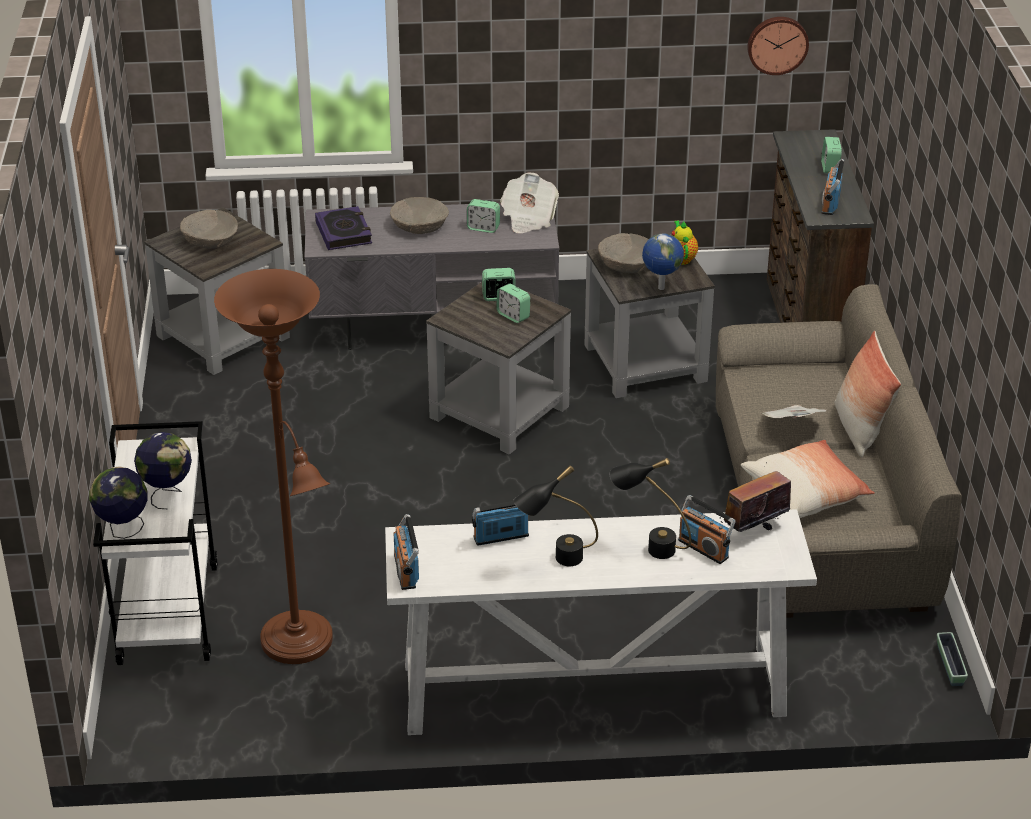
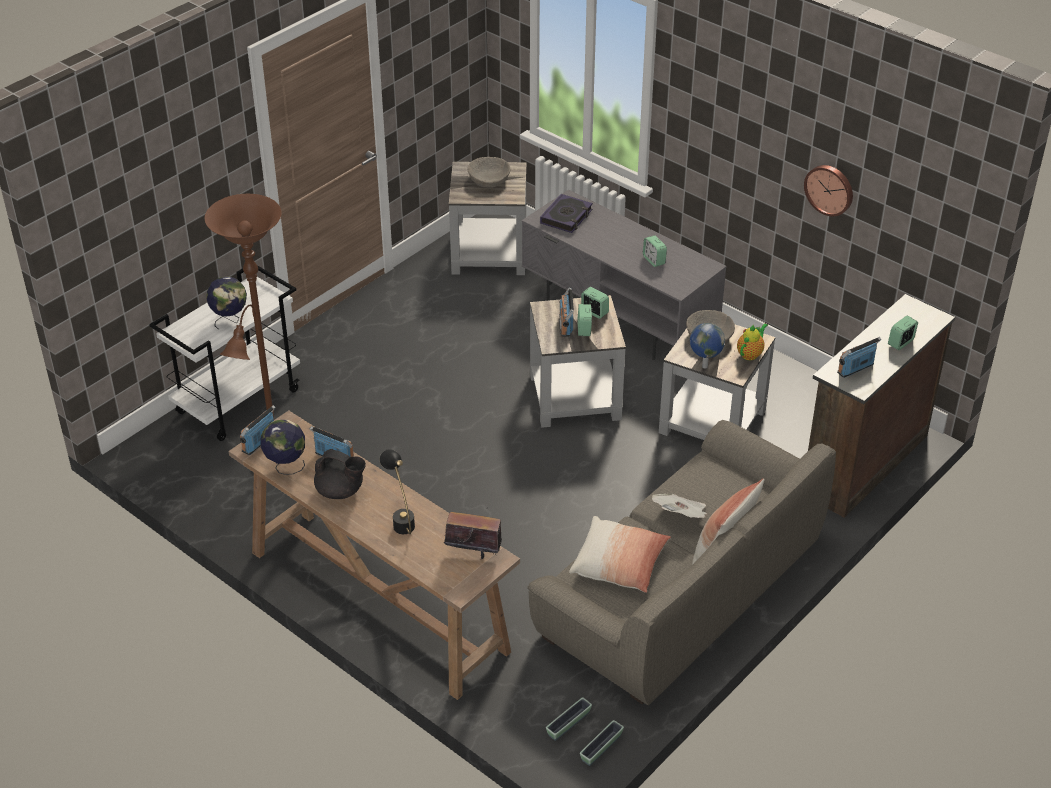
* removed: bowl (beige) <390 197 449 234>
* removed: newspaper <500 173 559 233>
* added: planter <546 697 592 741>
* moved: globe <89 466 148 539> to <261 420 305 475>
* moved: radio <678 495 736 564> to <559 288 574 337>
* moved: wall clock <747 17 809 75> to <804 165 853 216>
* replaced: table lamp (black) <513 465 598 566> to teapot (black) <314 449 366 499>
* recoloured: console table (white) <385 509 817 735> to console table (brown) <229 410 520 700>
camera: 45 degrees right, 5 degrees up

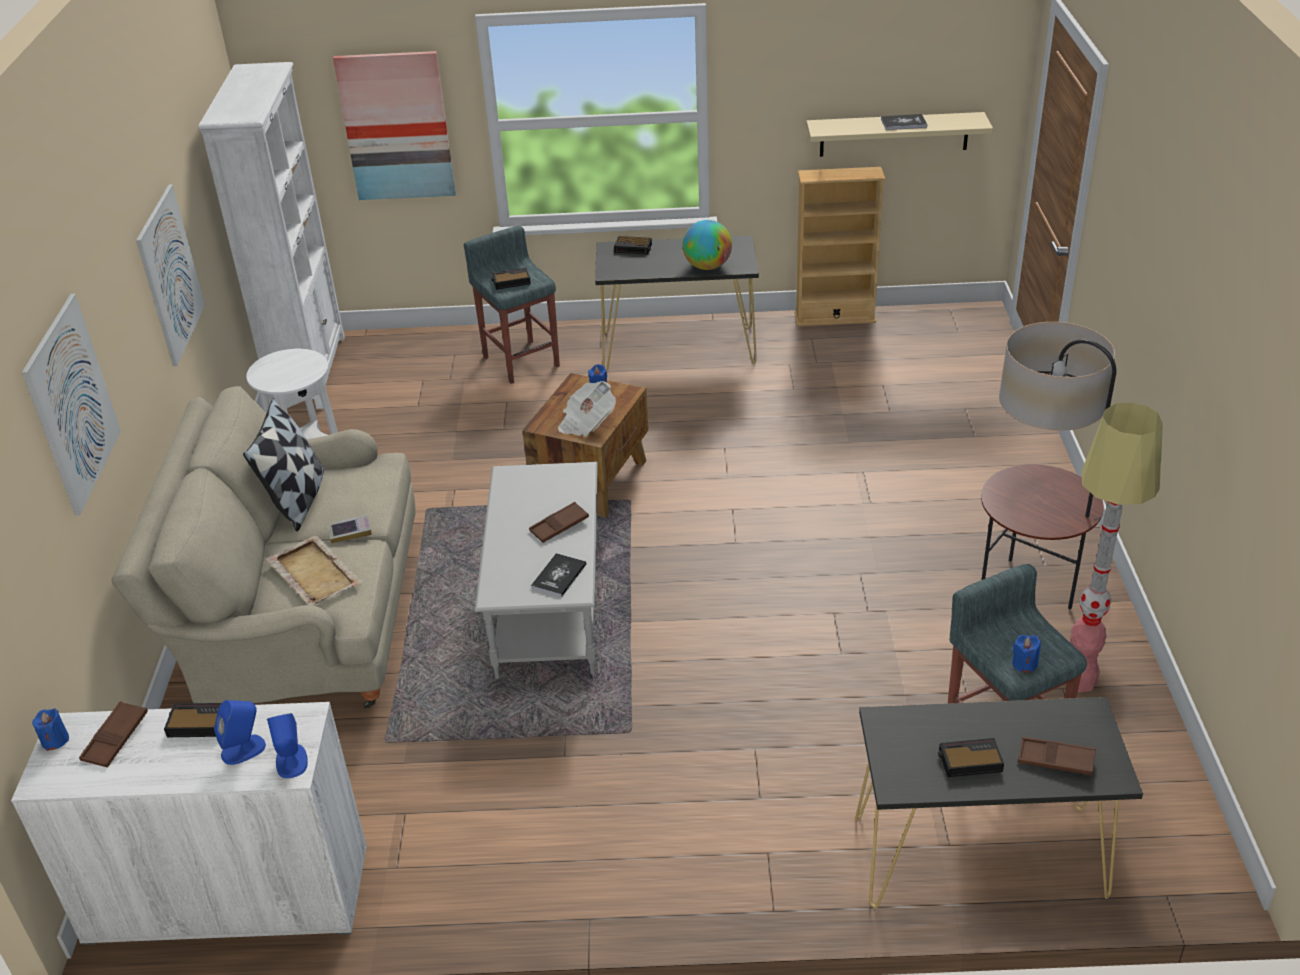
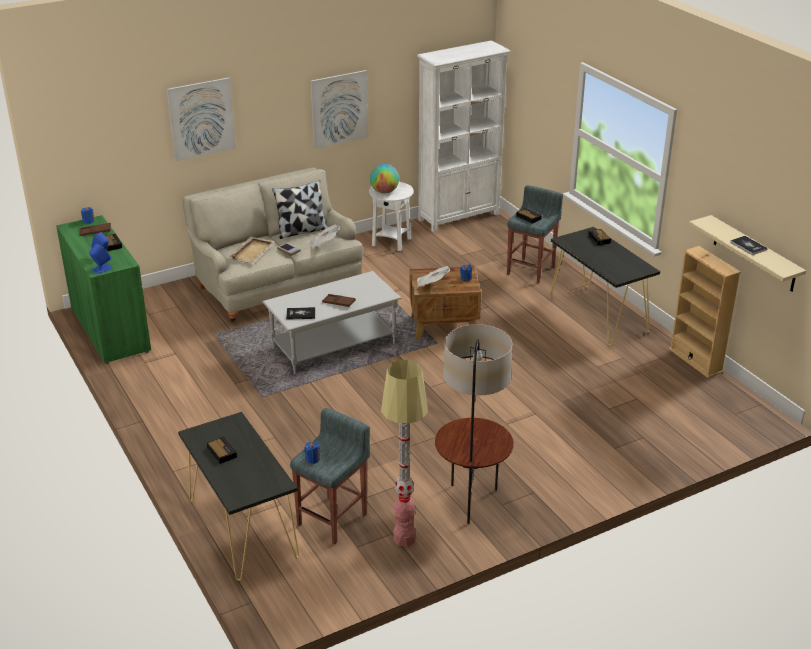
* removed: picture <333 51 456 200>
* removed: tray (brown) <1018 737 1096 775>
* added: newspaper <307 225 340 248>
* moved: globe <683 220 732 270> to <370 164 399 193>
* recoloured: cabinet (white) <11 702 367 945> to cabinet (green) <56 215 151 365>
camera: 60 degrees right, 5 degrees down

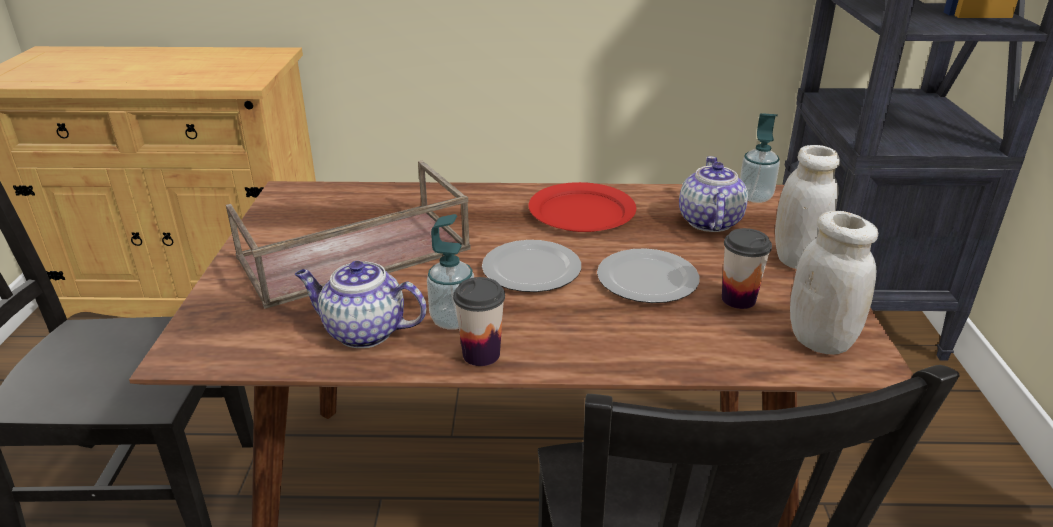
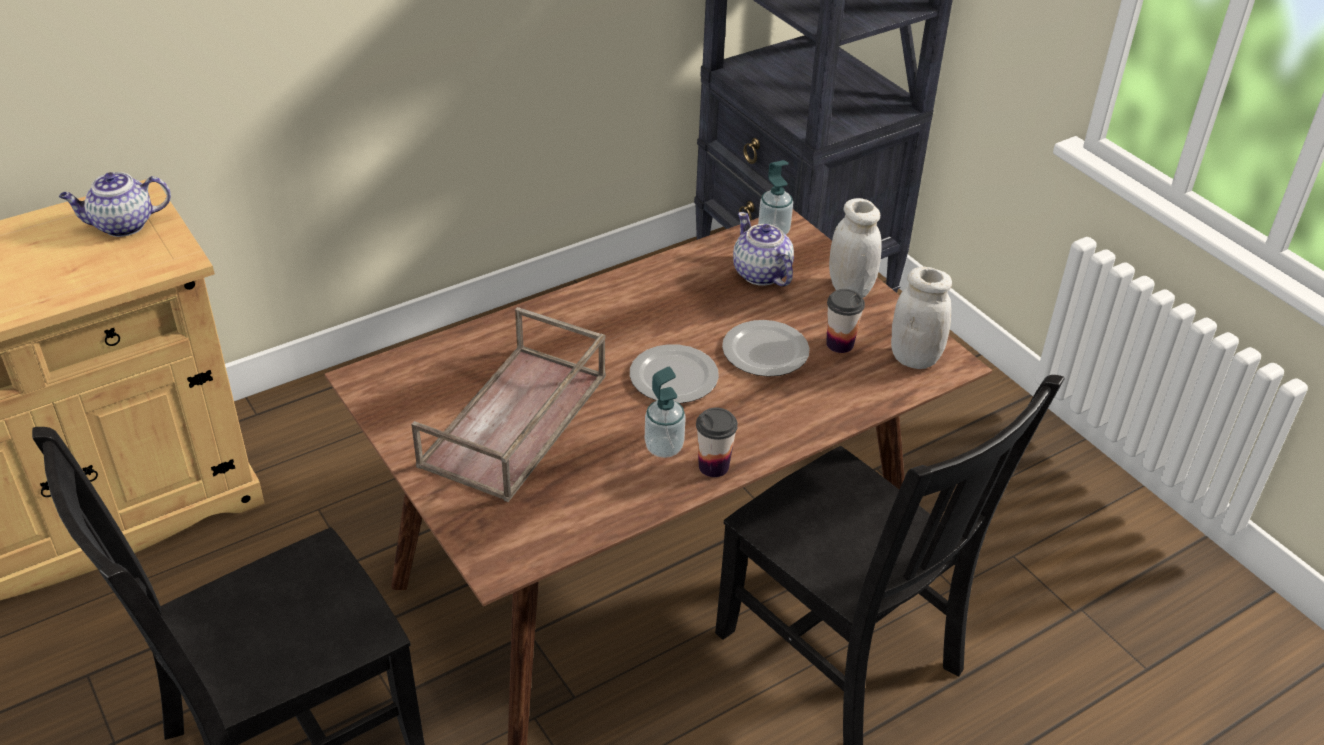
* removed: plate (red) <528 182 636 232>
* moved: teapot <295 261 426 348> to <59 172 171 237>
camera: 35 degrees left, 10 degrees up

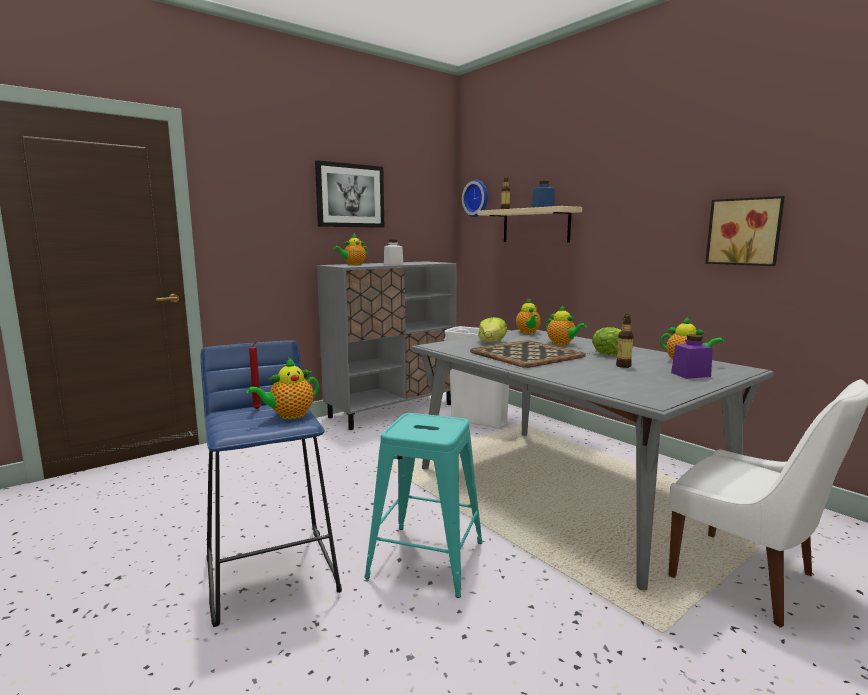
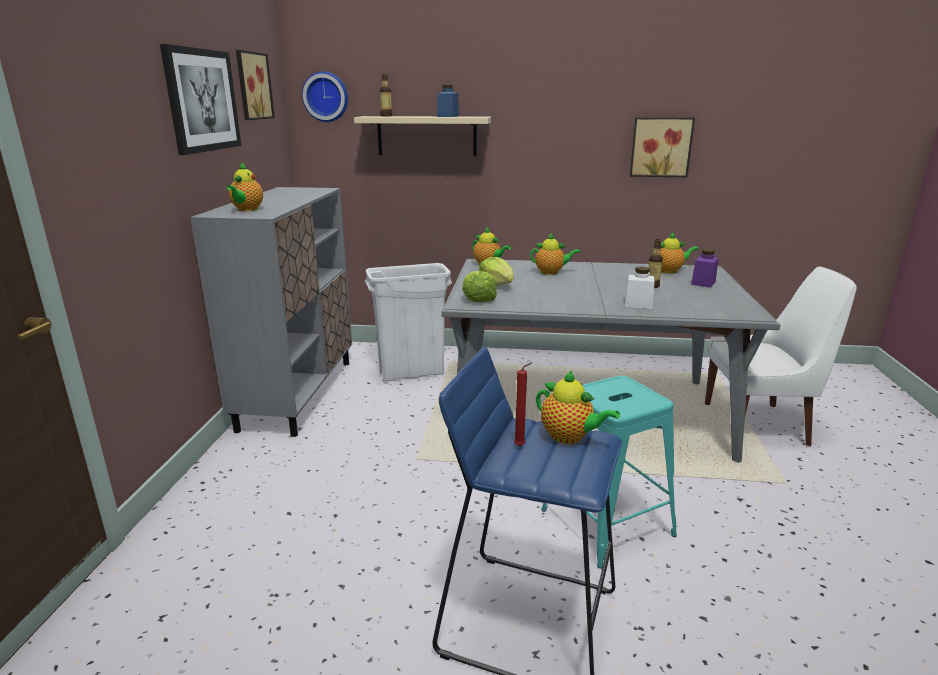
* removed: tray <470 340 586 368>
* added: picture <236 50 275 120>
* moved: jar (white) <384 240 403 265> to <625 267 655 309>
* moved: lettuce <592 327 621 356> to <462 271 497 302>
* turned: teapot <246 358 319 419> = <536 371 620 444> 60 degrees counterclockwise
camera: 45 degrees left, 10 degrees up

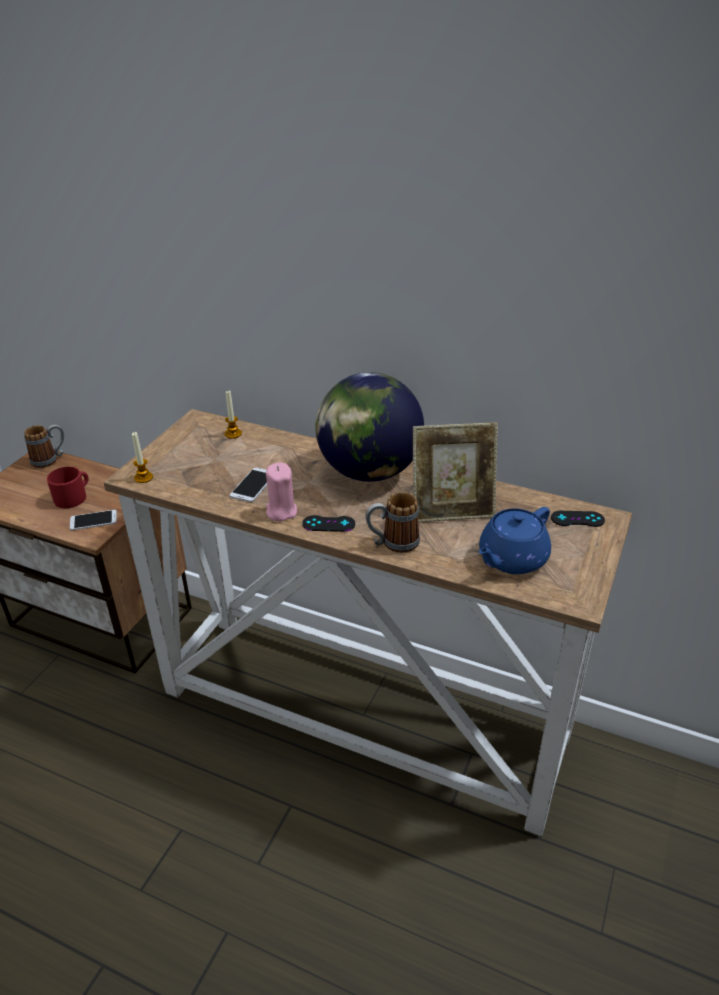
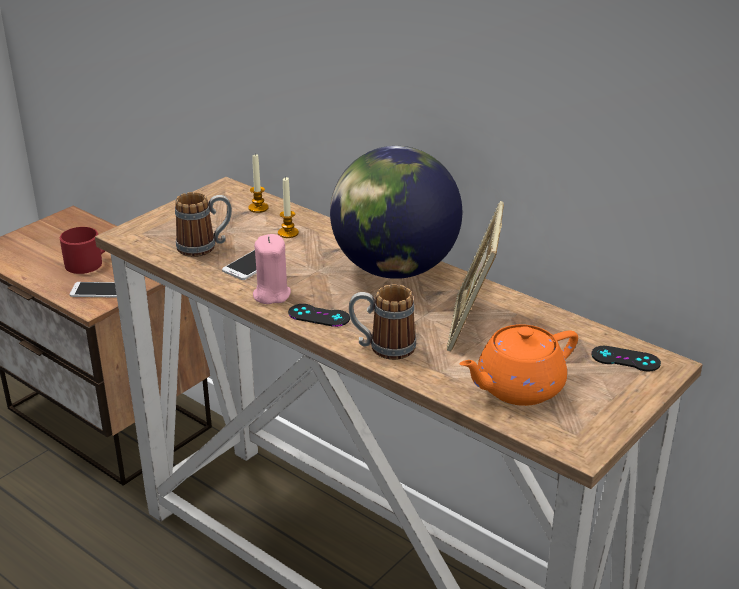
* moved: mug <24 425 64 468> to <175 192 232 257>
* moved: candle <132 432 153 483> to <278 177 299 238>
* recoloured: teapot (blue) <479 507 551 574> to teapot (orange) <459 324 578 406>
* turned: picture frame <413 423 498 523> = <446 201 504 351> 90 degrees clockwise
camera: 15 degrees right, 5 degrees down

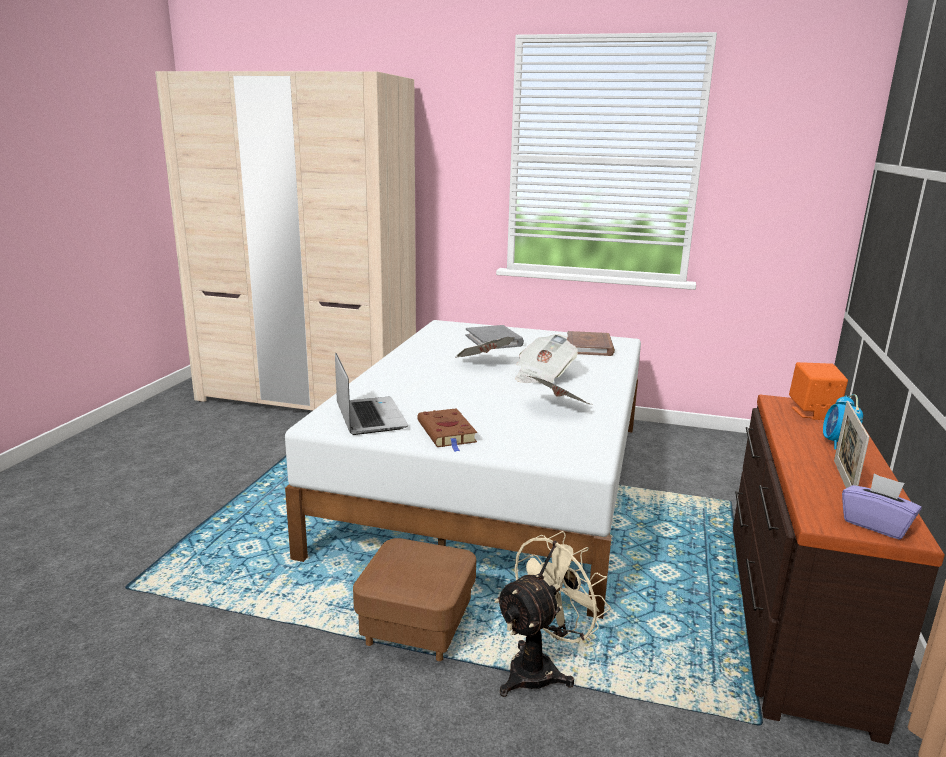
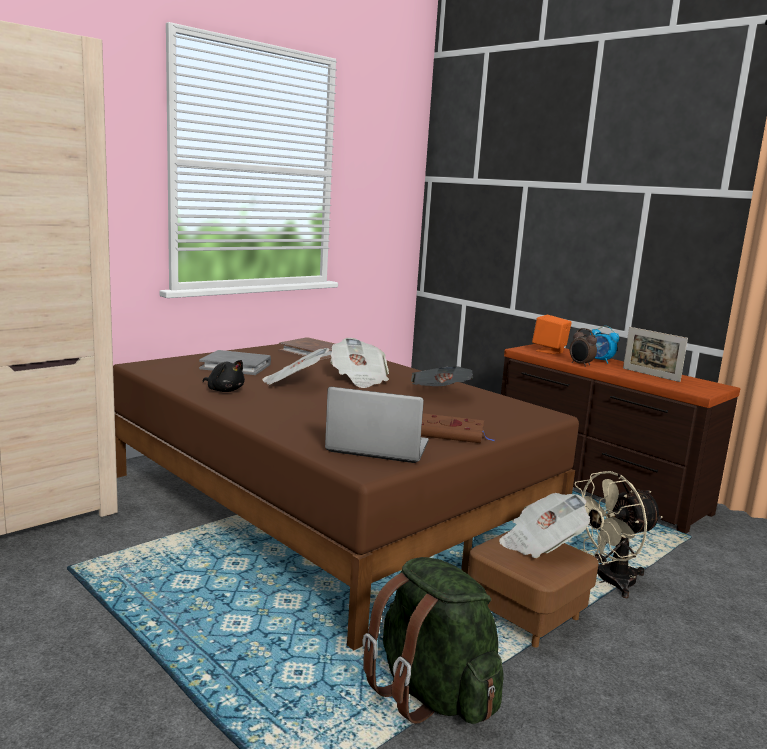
* removed: tissue box (purple) <842 474 922 540>
* added: plush toy (black) <202 360 245 392>
* added: backpack (green) <362 557 503 724>
* added: newspaper <499 493 590 558>
* added: alarm clock <570 328 597 367>
* recoloured: bed (white) <285 320 641 619> to bed (brown) <113 344 579 650>
* turned: fan (beige) <494 531 611 697> = <575 471 663 598> 105 degrees counterclockwise
camera: 60 degrees left, 5 degrees down

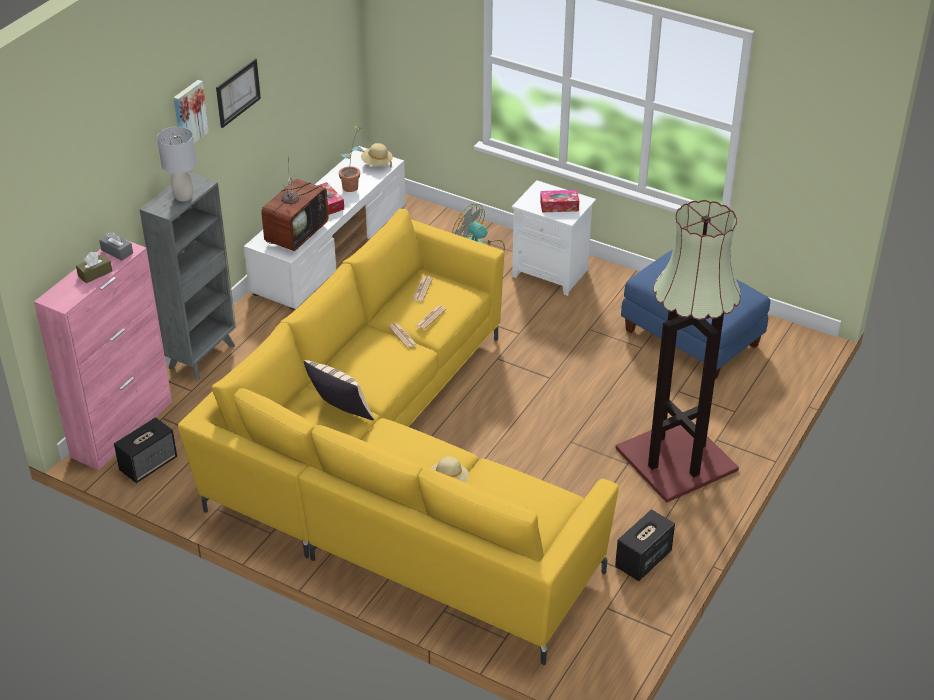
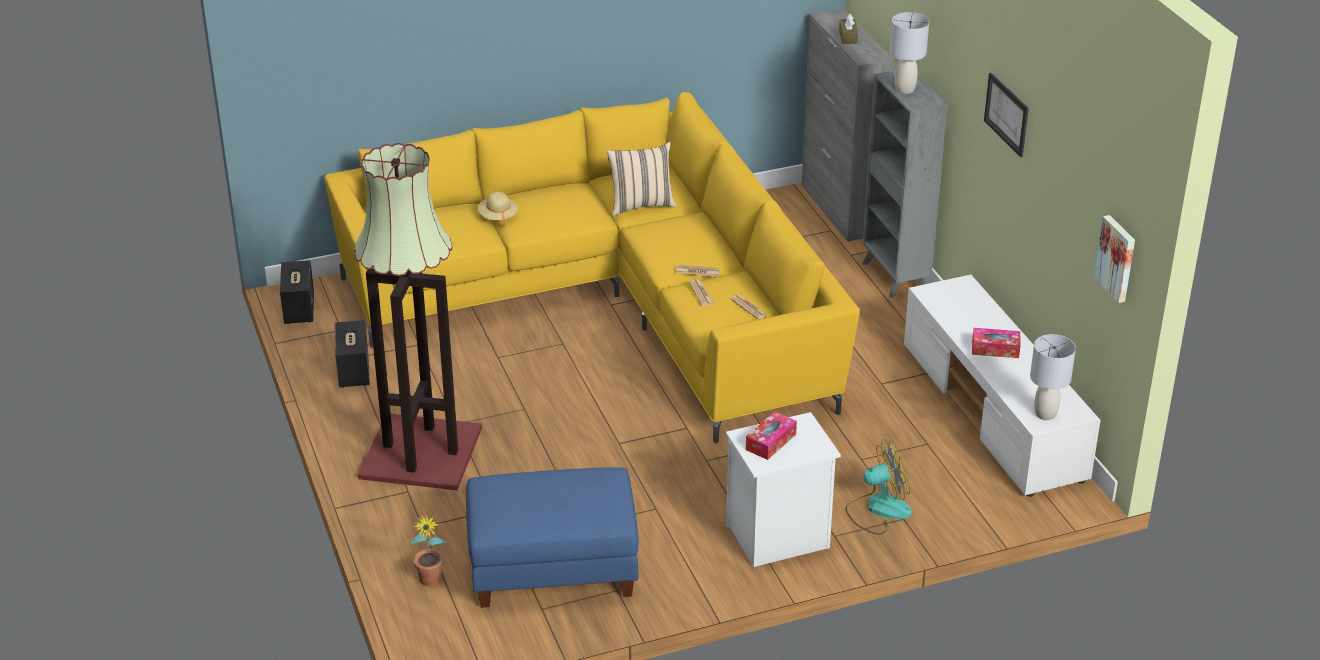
* removed: tissue box (grey) <99 231 133 261>
* removed: television <261 156 329 251>
* moved: speaker <114 417 177 483> to <280 260 314 324>
* moved: picture <173 80 209 143> to <1094 215 1135 303>
* moved: potted plant <339 126 366 192> to <410 513 447 586>
* replaced: hat (beige) <361 143 393 168> to table lamp (grey) <1030 334 1076 420>
* recoloured: cabinet (pink) <34 241 172 470> to cabinet (grey) <801 8 894 242>
camera: 130 degrees right, 5 degrees down

